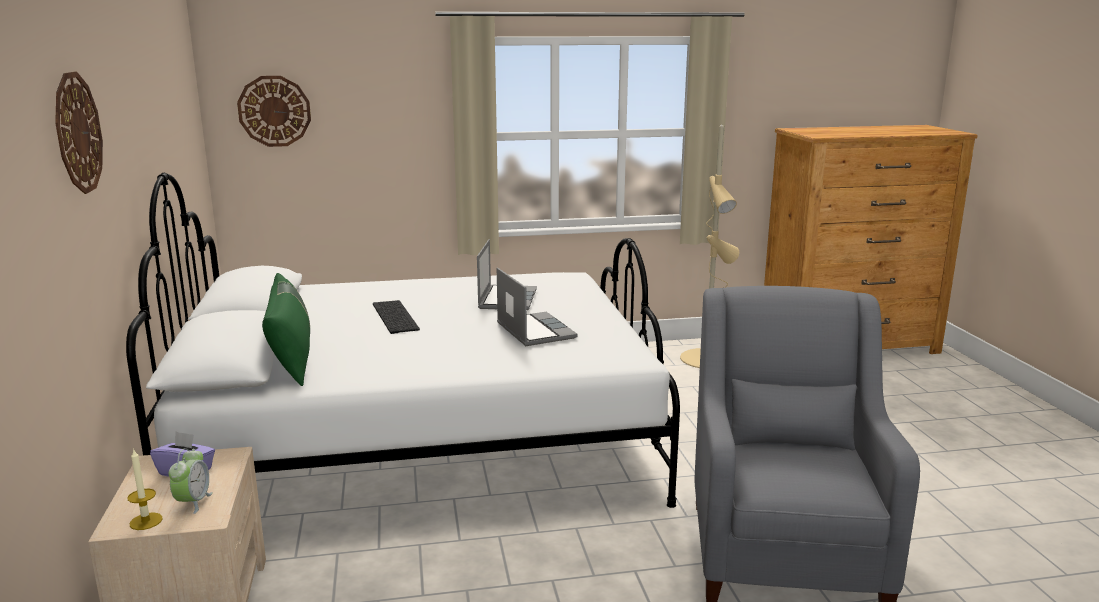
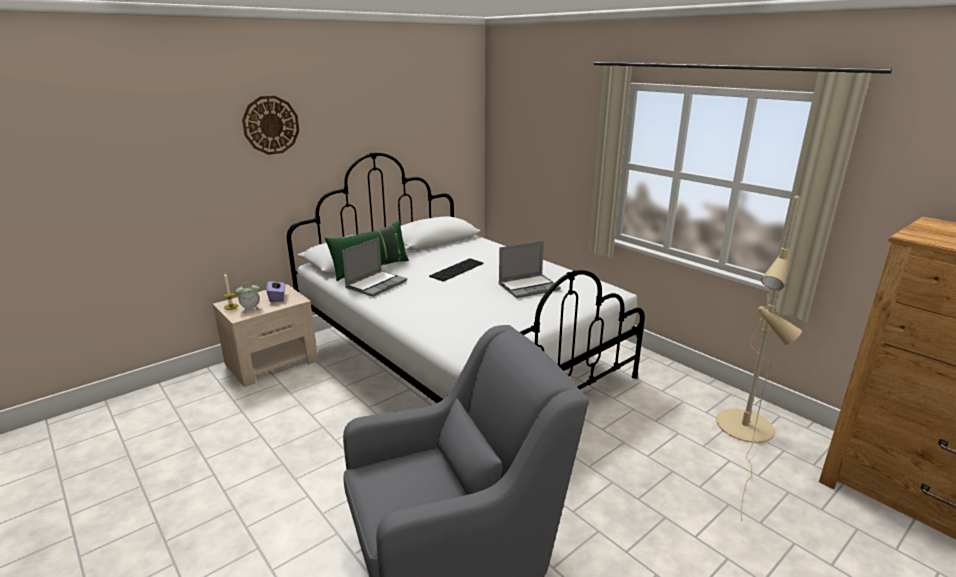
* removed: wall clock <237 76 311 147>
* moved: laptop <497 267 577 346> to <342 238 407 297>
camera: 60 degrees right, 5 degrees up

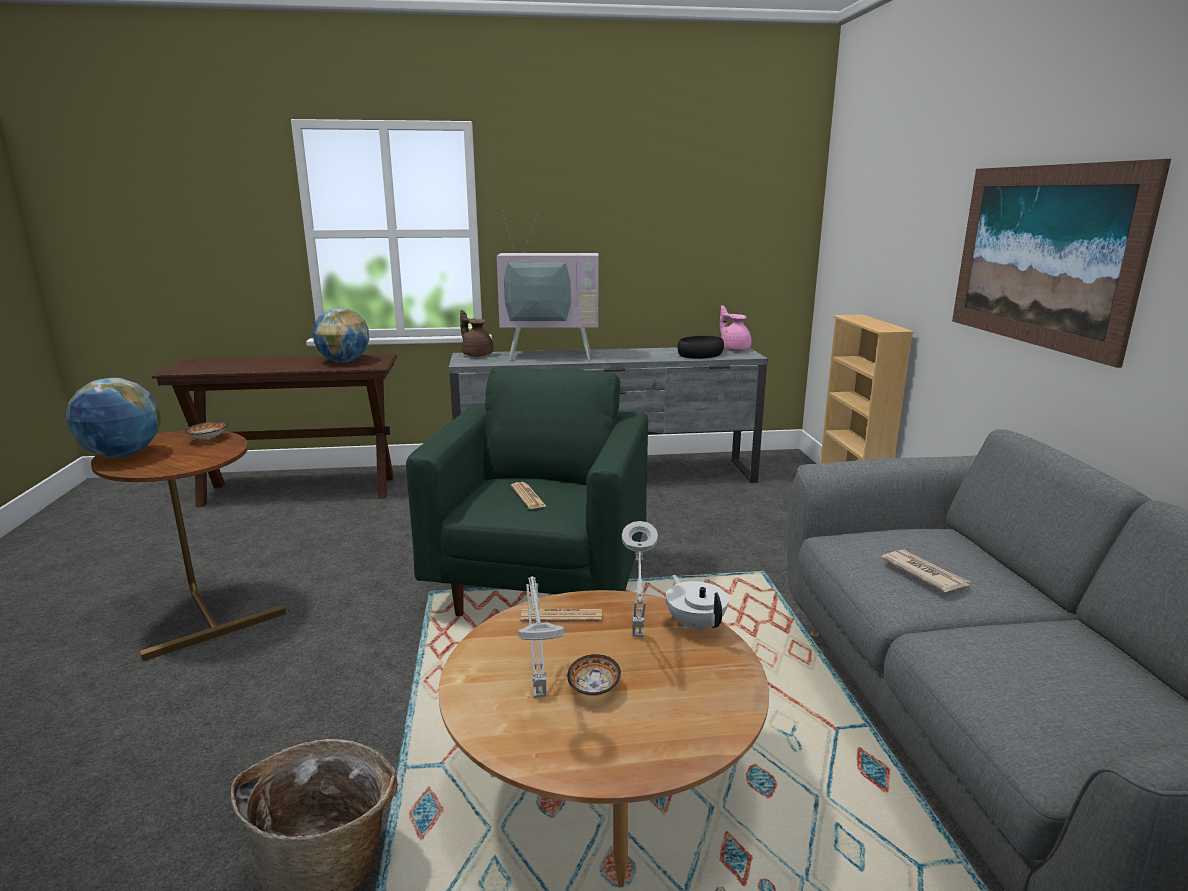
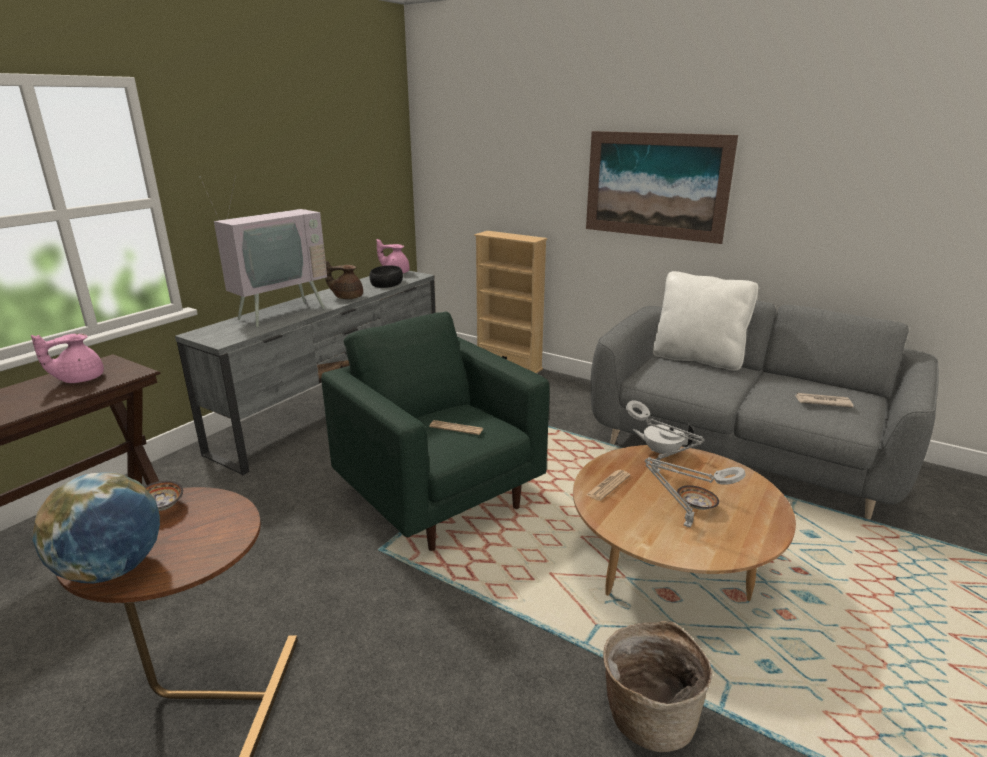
* added: pillow (white) <653 271 758 371>
* moved: teapot (brown) <460 310 494 357> to <325 261 363 299>
* moved: newspaper <881 549 970 592> to <796 393 854 408>
* replaced: globe <313 308 369 362> to teapot (pink) <31 333 104 383>
camera: 50 degrees left, 5 degrees up

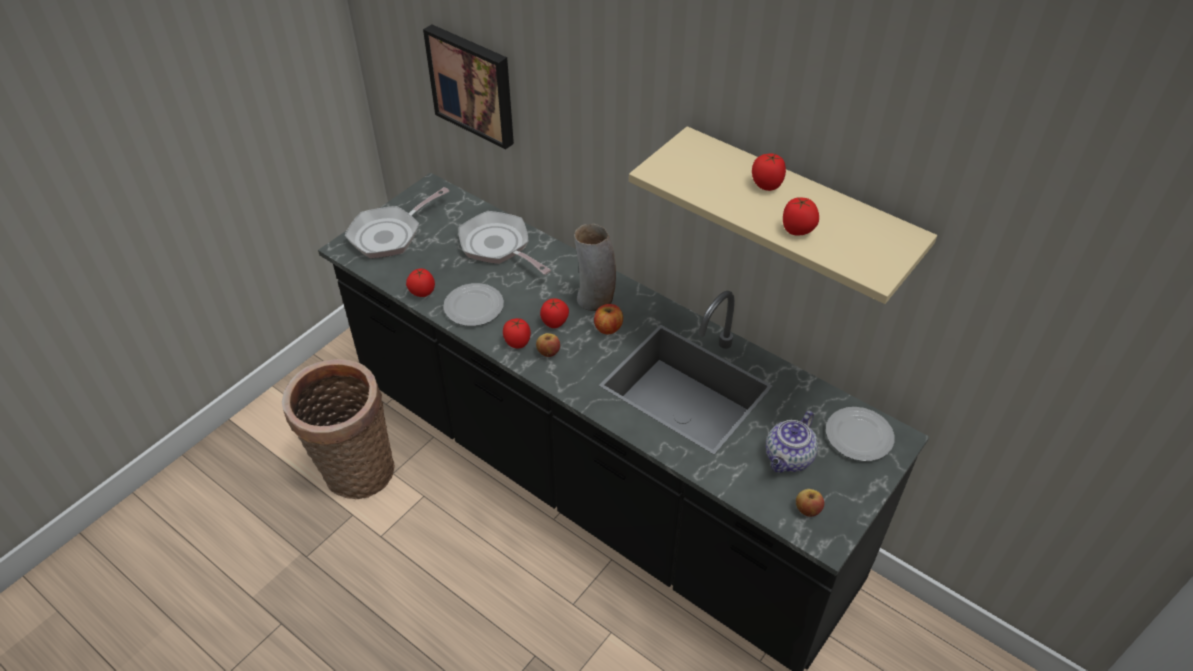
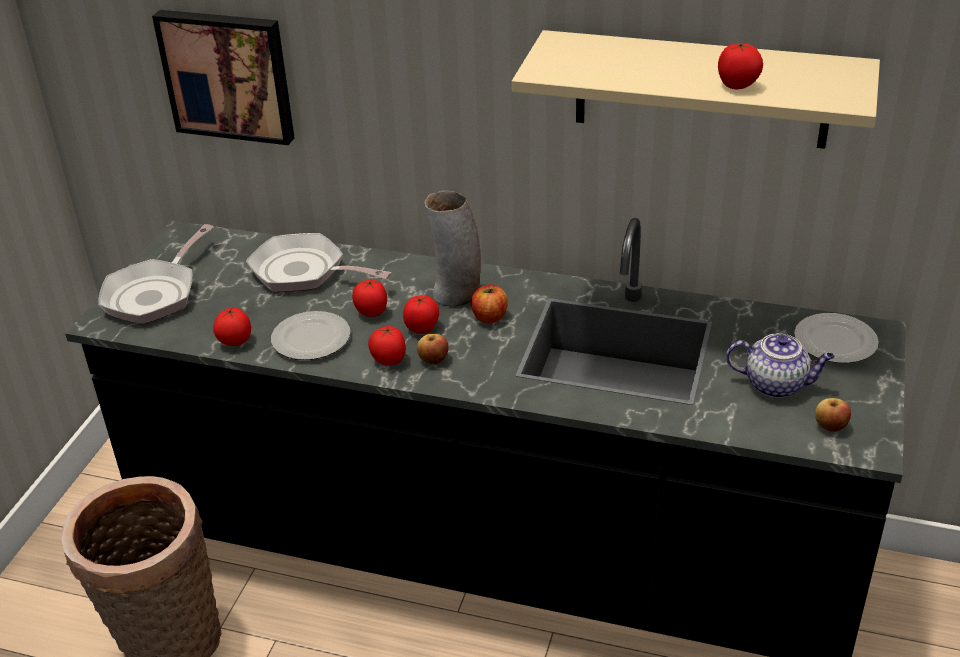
* moved: tomato <752 154 786 191> to <352 279 387 317>
* turned: teapot <766 411 818 473> = <726 333 835 398> 90 degrees counterclockwise
camera: 20 degrees left, 10 degrees down

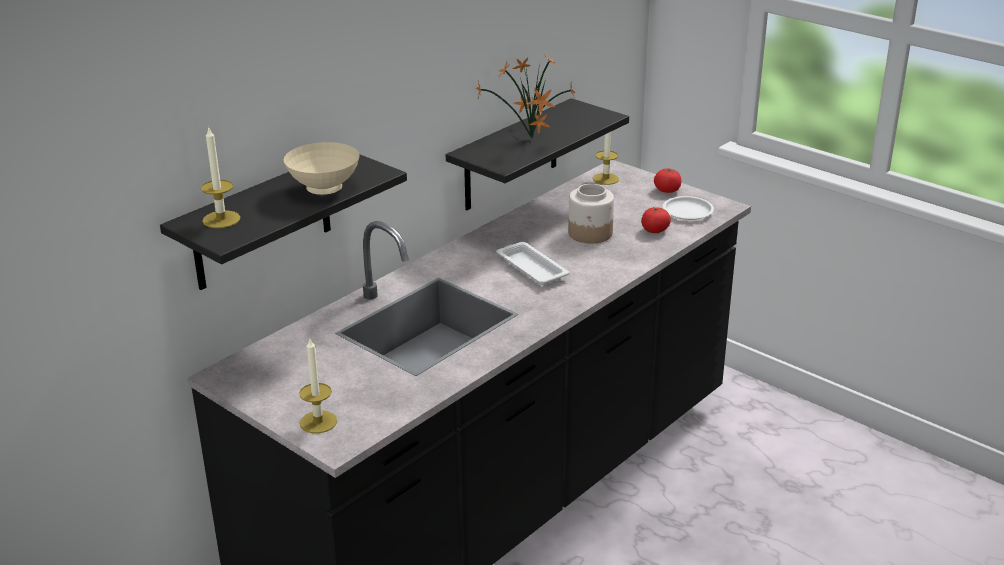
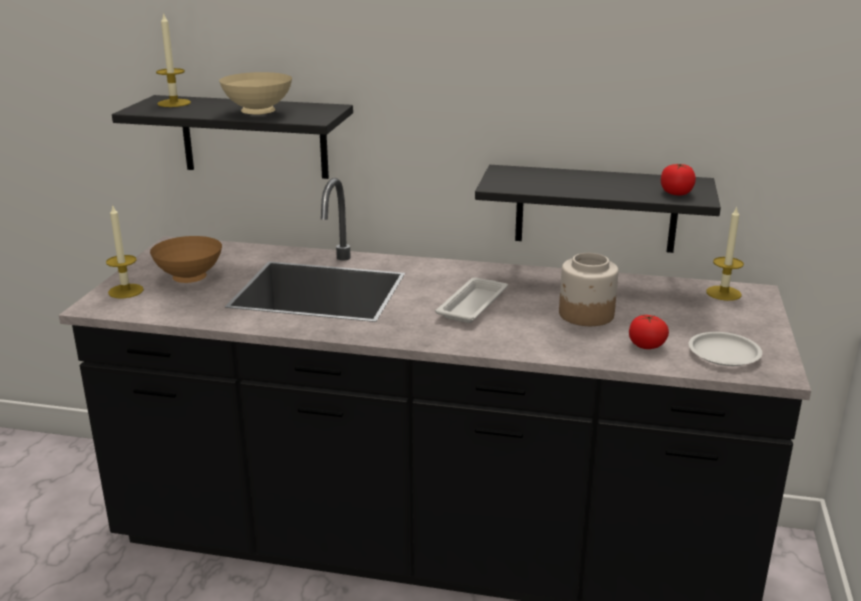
* removed: potted plant <476 54 576 138>
* added: bowl (brown) <150 236 222 283>
* moved: tomato <654 168 681 193> to <661 164 696 196>
camera: 60 degrees right, 5 degrees down

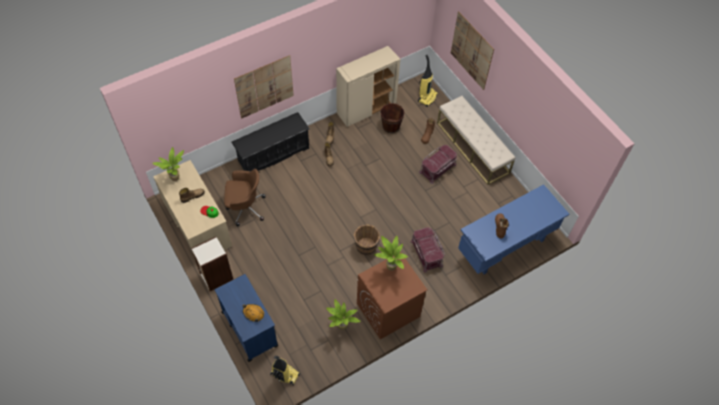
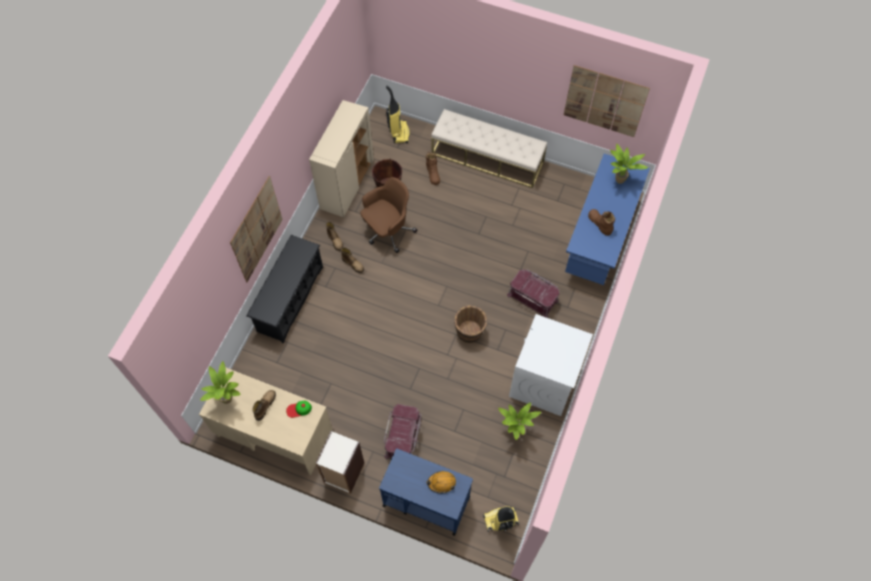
* moved: office chair (brown) <224 169 266 226> to <360 177 417 253>
* moved: potted plant <374 236 408 271> to <610 144 648 184>
* moved: storage box (red) <419 145 457 184> to <384 404 421 459>
* moved: picture <451 11 494 90> to <564 65 650 137>
* recoloured: washing machine (brown) <357 252 427 340> to washing machine (white) <509 314 593 416>
camera: 35 degrees left, 5 degrees up

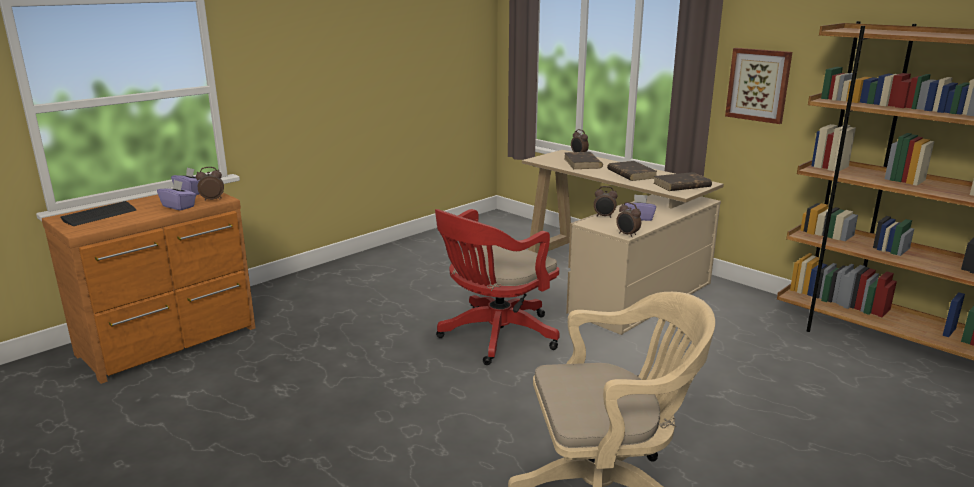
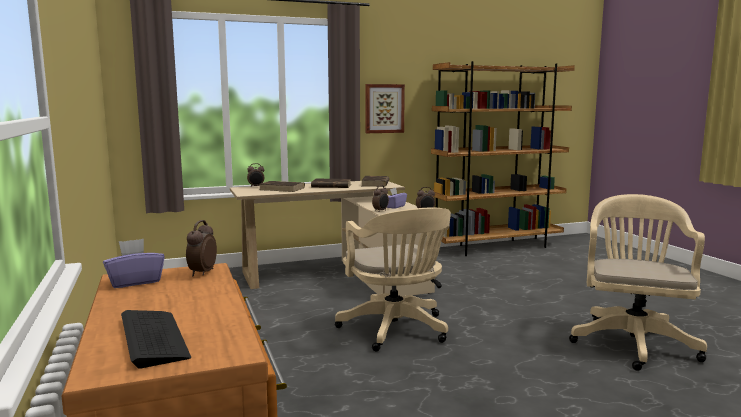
* removed: tissue box (purple) <157 180 196 211>
* recoloured: office chair (red) <435 209 560 365> to office chair (beige) <335 207 451 351>
camera: 65 degrees left, 10 degrees down

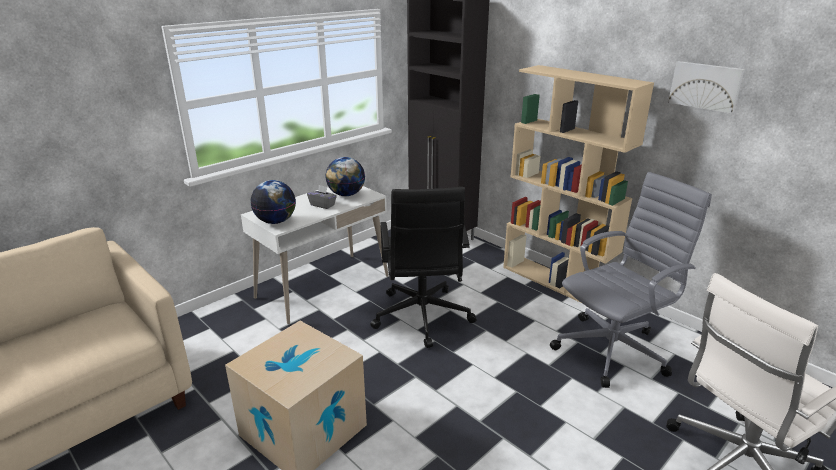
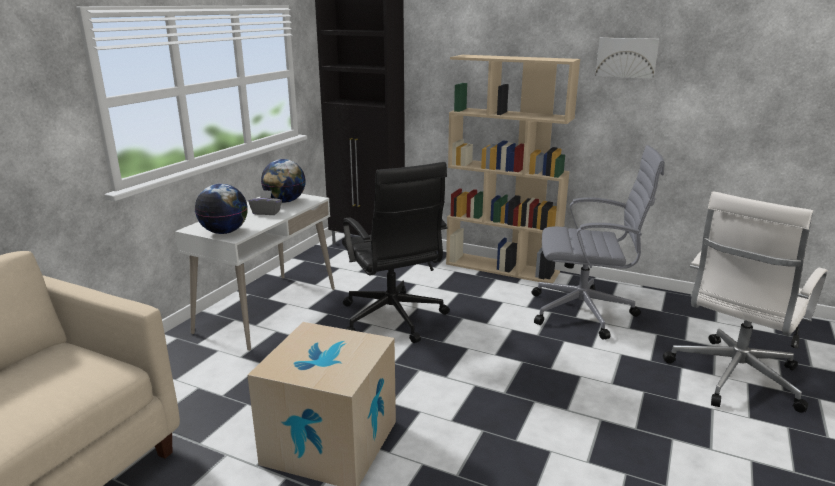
* turned: office chair (grey) <550 172 712 388> = <532 145 665 340> 60 degrees clockwise
camera: 20 degrees left, 5 degrees down

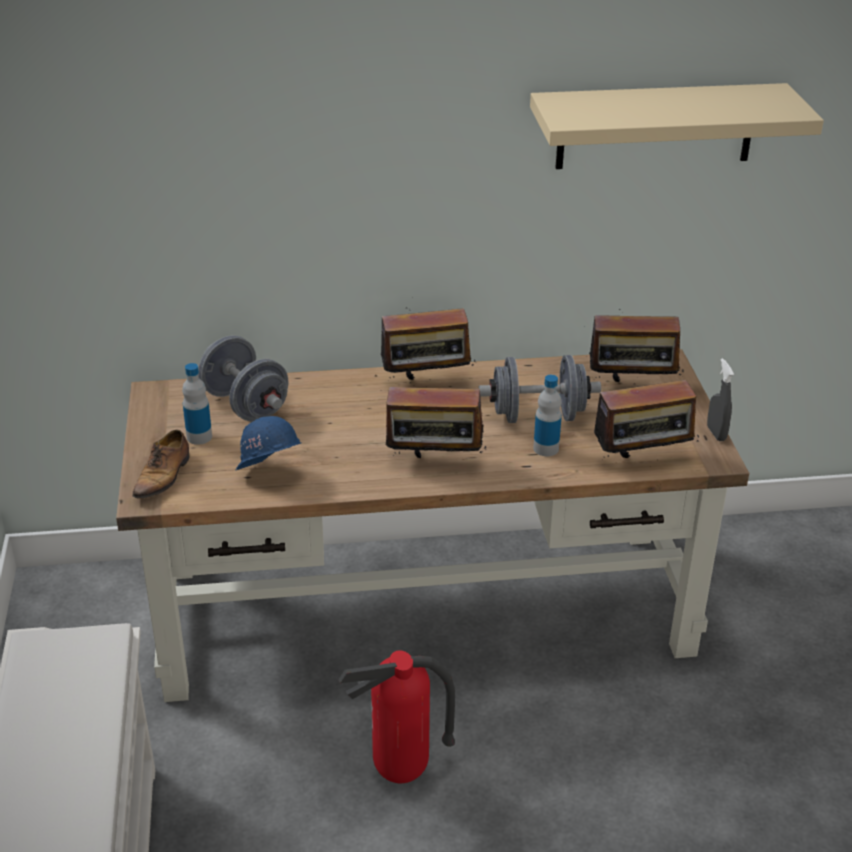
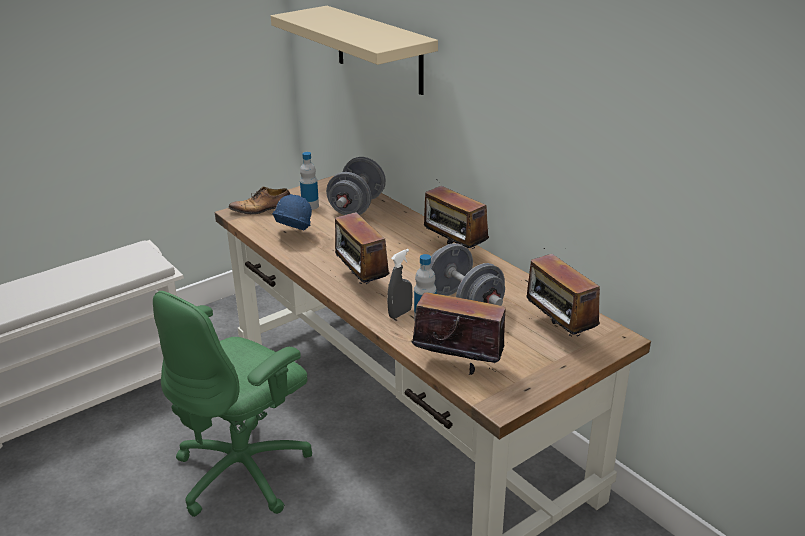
* moved: shelf (beige) <530 83 824 169> to <271 6 438 95>
* moved: spray bottle (grey) <707 358 734 441> to <387 249 413 319>
* replaced: fire extinguisher <338 651 455 783> to office chair (green) <153 291 312 517>
* turned: radio <594 380 700 458> = <411 283 508 375> 150 degrees clockwise
camera: 60 degrees right, 5 degrees down

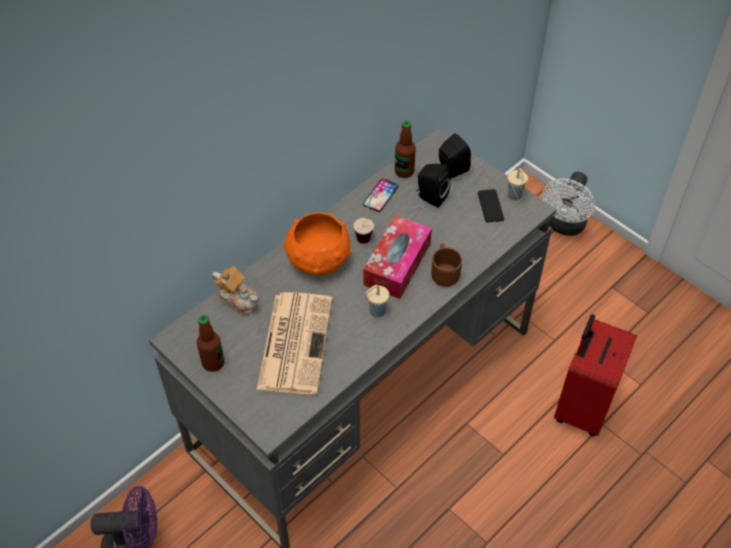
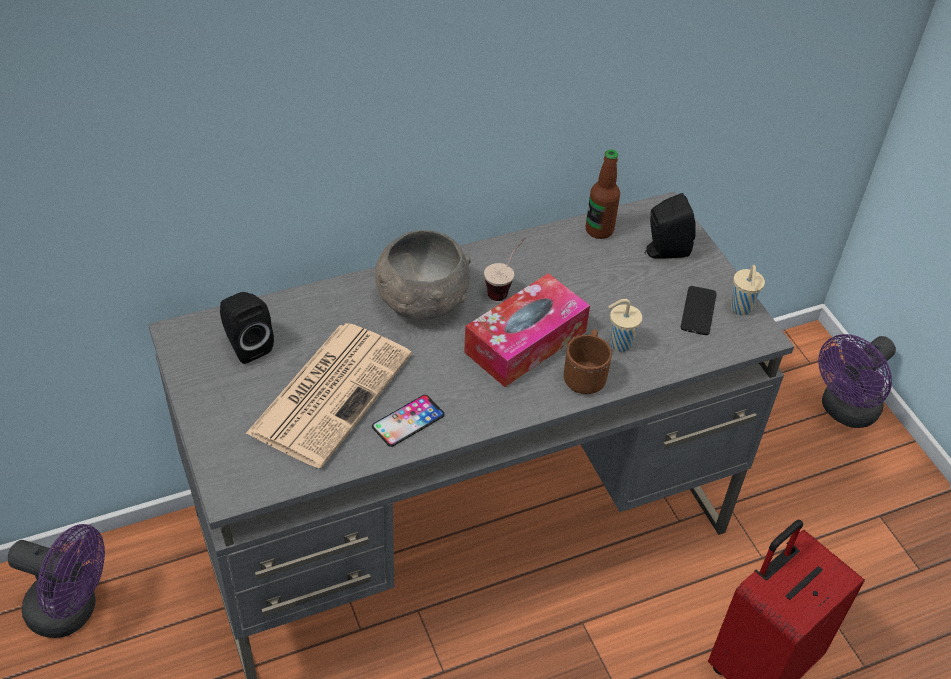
* removed: bottle <197 315 224 372>
* removed: teapot <212 266 258 315>
* moved: phone <363 178 399 212> to <372 395 445 447>
* moved: cup (beige) <365 285 389 317> to <608 299 642 352>
* moved: speaker (black) <417 164 451 208> to <220 292 274 364>
* recoloured: bowl (orange) <284 213 352 275> to bowl (grey) <375 230 471 320>
* recoloured: fan (white) <542 172 595 236> to fan (purple) <818 334 896 428>
camera: 20 degrees right, 5 degrees down

